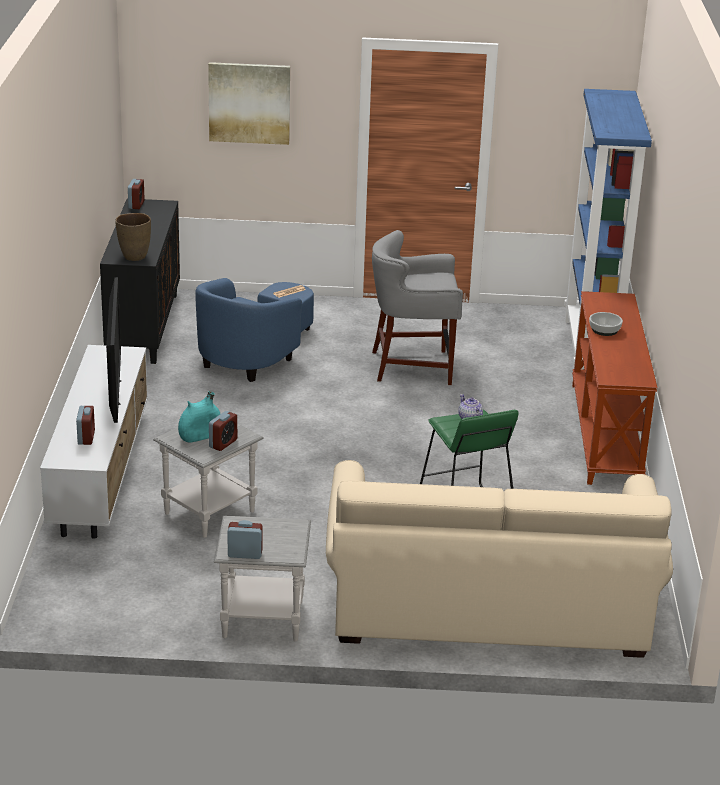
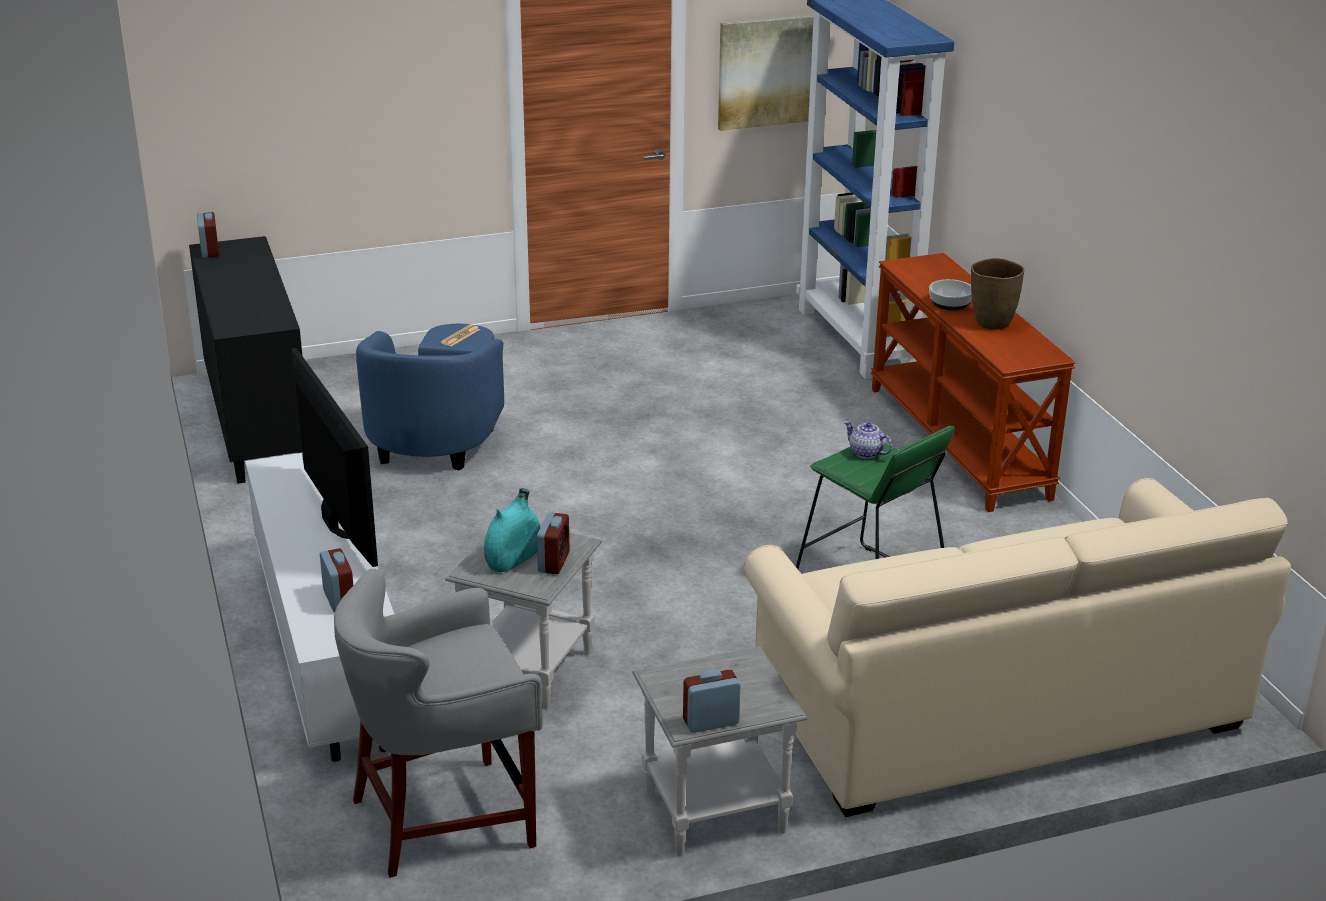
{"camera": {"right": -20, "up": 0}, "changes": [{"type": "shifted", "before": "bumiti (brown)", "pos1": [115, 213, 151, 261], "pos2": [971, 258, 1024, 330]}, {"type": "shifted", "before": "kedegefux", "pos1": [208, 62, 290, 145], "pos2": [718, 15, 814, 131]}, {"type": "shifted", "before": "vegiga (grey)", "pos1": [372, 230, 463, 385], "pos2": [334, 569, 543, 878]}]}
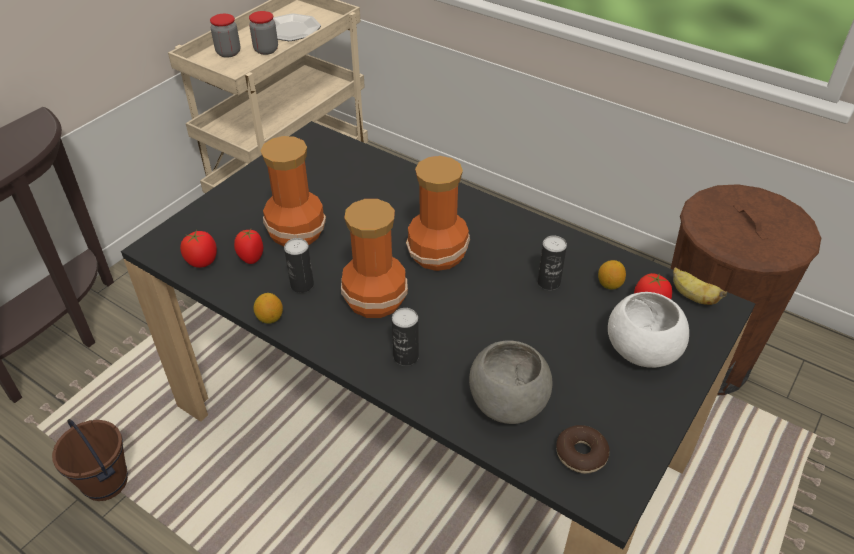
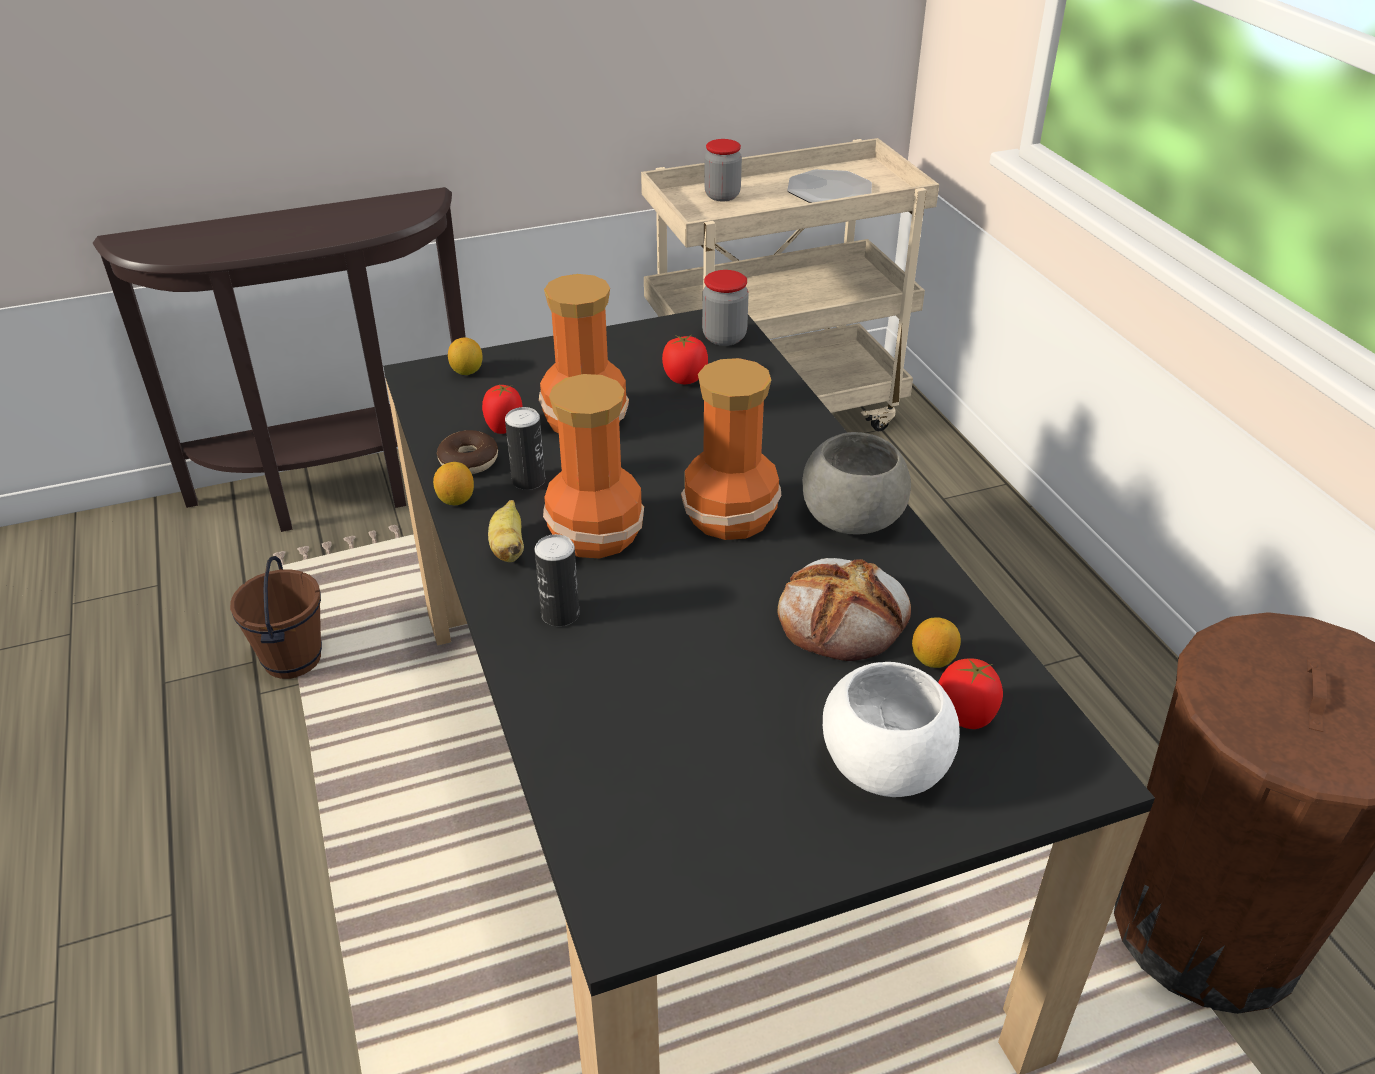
{"camera": {"right": 35, "up": -5}, "changes": [{"type": "shifted", "before": "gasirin", "pos1": [180, 230, 217, 268], "pos2": [662, 335, 708, 384]}, {"type": "shifted", "before": "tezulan", "pos1": [249, 11, 278, 55], "pos2": [702, 270, 749, 346]}, {"type": "shifted", "before": "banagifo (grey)", "pos1": [469, 340, 552, 424], "pos2": [802, 432, 911, 535]}, {"type": "swapped", "before": "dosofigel", "after": "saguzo", "pos1": [537, 235, 567, 290], "pos2": [777, 558, 911, 661]}, {"type": "shifted", "before": "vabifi", "pos1": [556, 425, 610, 474], "pos2": [437, 430, 498, 474]}, {"type": "shifted", "before": "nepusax", "pos1": [673, 267, 727, 305], "pos2": [488, 500, 524, 562]}, {"type": "new", "after": "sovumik", "pos2": [448, 337, 483, 375]}]}
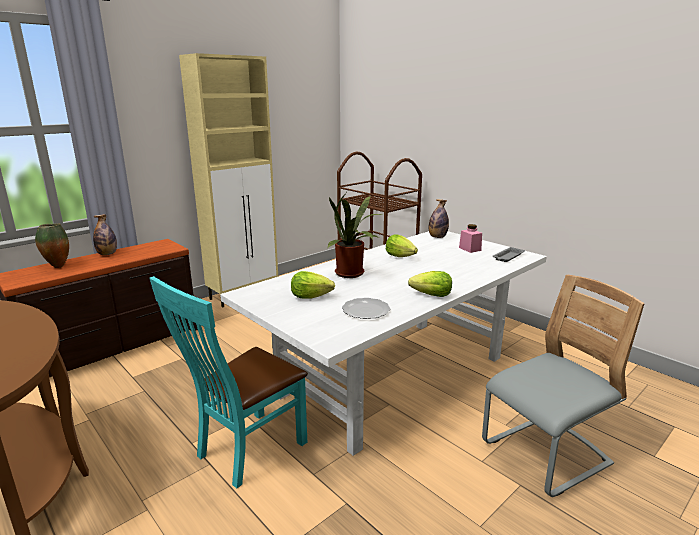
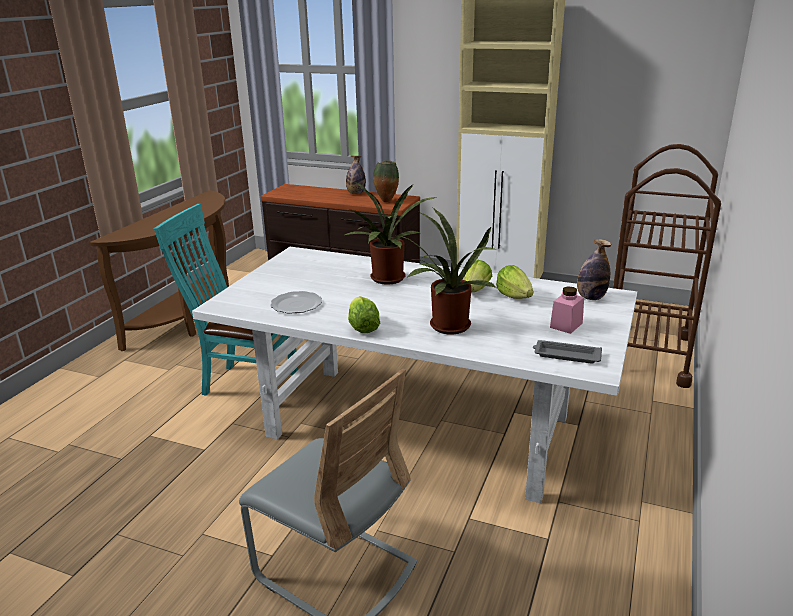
{"camera": {"right": 65, "up": 5}, "changes": [{"type": "shifted", "before": "bumiti", "pos1": [35, 223, 69, 268], "pos2": [373, 160, 399, 202]}, {"type": "shifted", "before": "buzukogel", "pos1": [291, 271, 335, 298], "pos2": [496, 265, 533, 299]}, {"type": "new", "after": "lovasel", "pos2": [399, 208, 497, 334]}]}
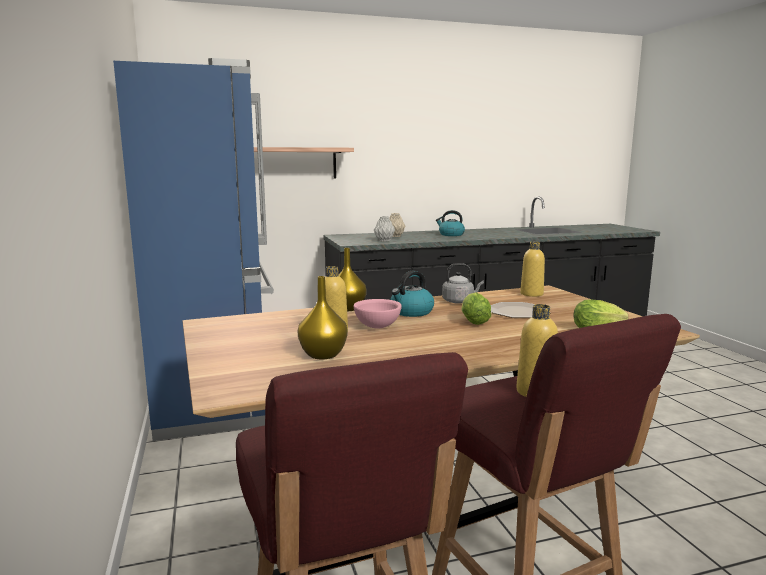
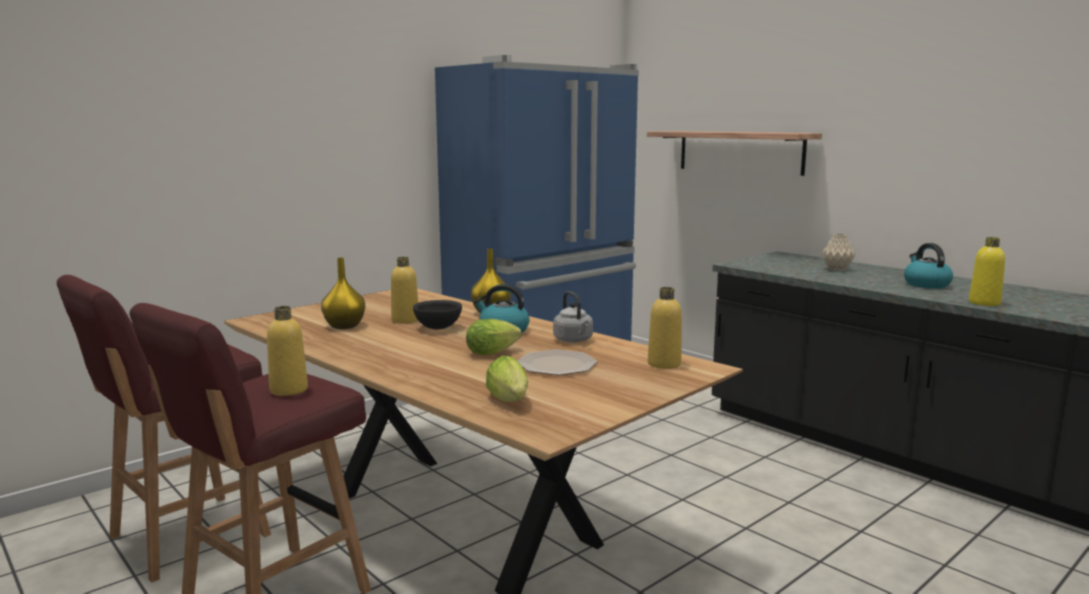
{"camera": {"right": 65, "up": 0}, "changes": [{"type": "repainted", "before": "banagifo (pink)", "after": "banagifo (black)", "pos1": [354, 299, 402, 329], "pos2": [413, 300, 462, 330]}, {"type": "gone", "before": "bumiti (grey)", "pos1": [374, 216, 395, 242]}, {"type": "new", "after": "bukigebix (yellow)", "pos2": [969, 237, 1005, 306]}]}
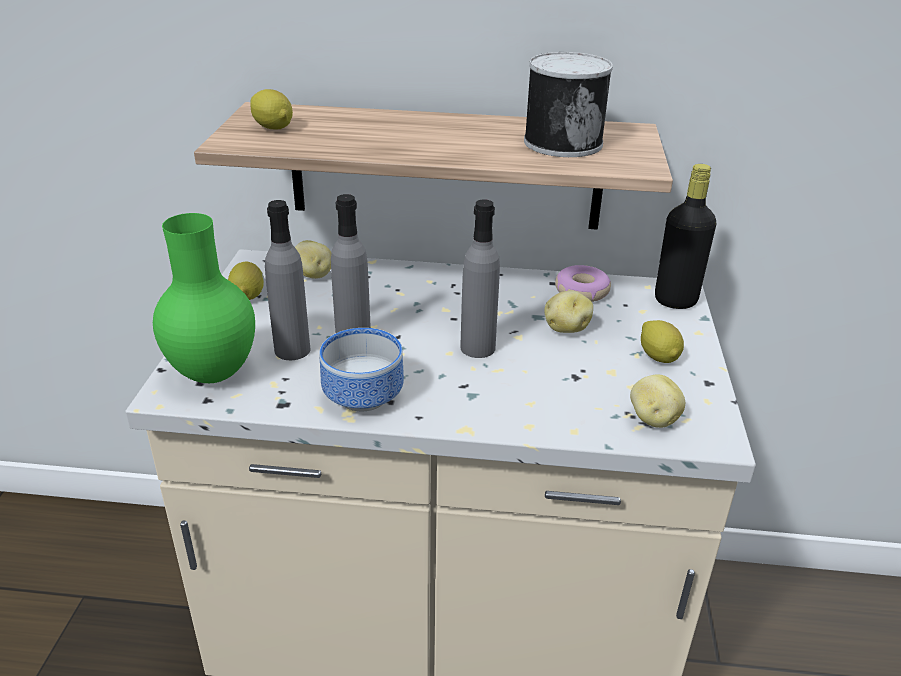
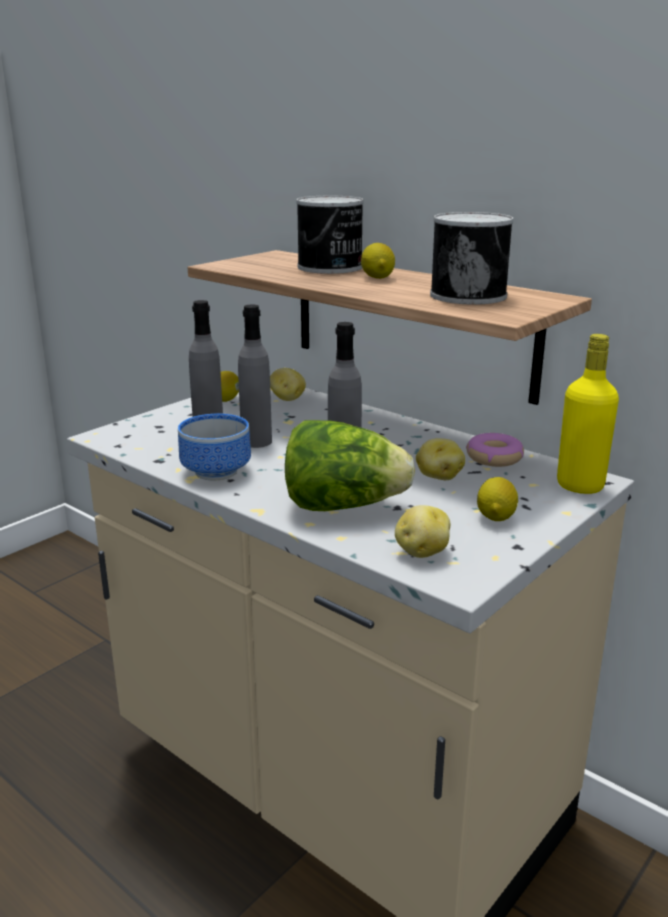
{"camera": {"right": 35, "up": -10}, "changes": [{"type": "gone", "before": "bumiti (green)", "pos1": [153, 213, 255, 383]}, {"type": "shifted", "before": "sovumik", "pos1": [250, 89, 293, 129], "pos2": [361, 243, 395, 279]}, {"type": "repainted", "before": "bukigebix (black)", "after": "bukigebix (yellow)", "pos1": [655, 164, 716, 309], "pos2": [557, 334, 619, 494]}, {"type": "new", "after": "buzukogel", "pos2": [285, 420, 415, 511]}, {"type": "new", "after": "dosofigel", "pos2": [296, 196, 364, 274]}]}
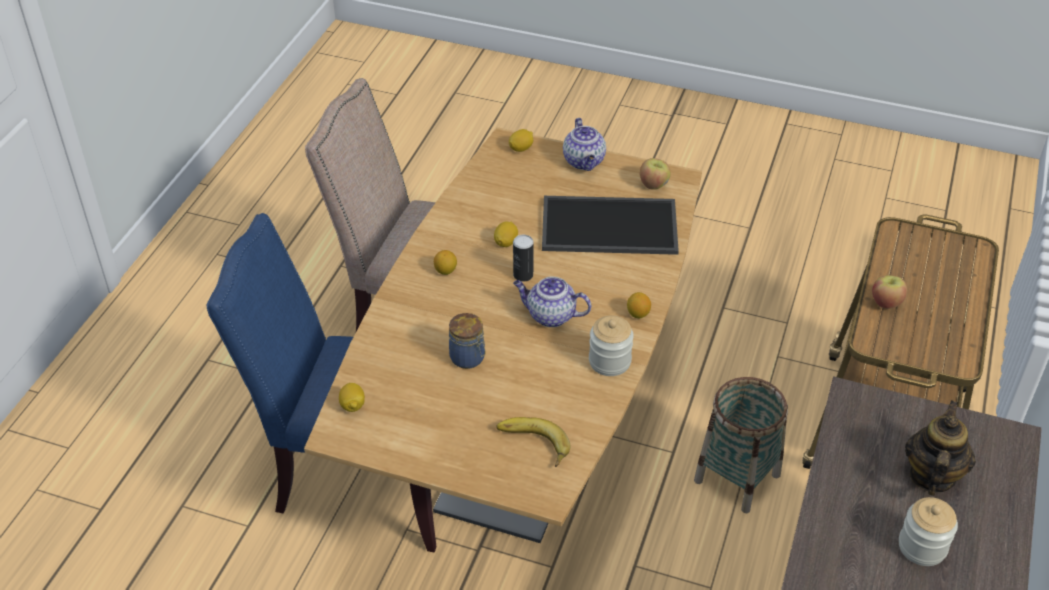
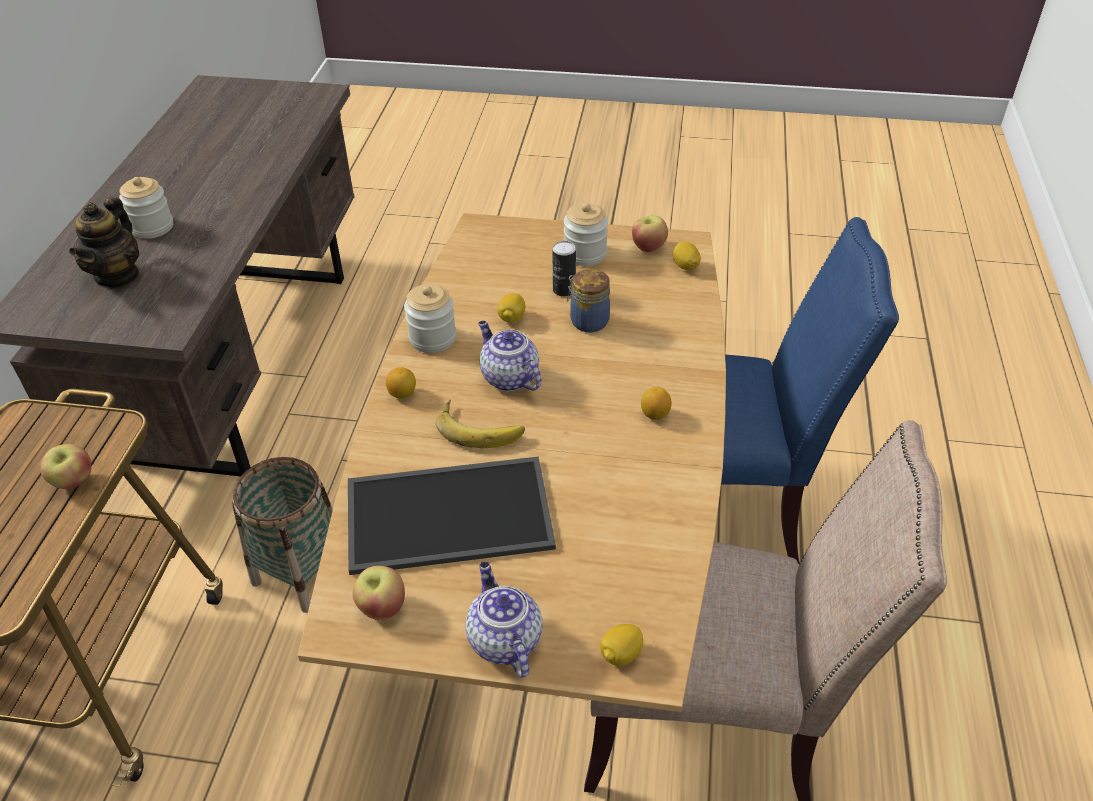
{"camera": {"right": 170, "up": 0}, "changes": [{"type": "shifted", "before": "sovumik", "pos1": [494, 222, 518, 247], "pos2": [497, 293, 525, 323]}, {"type": "shifted", "before": "nepusax", "pos1": [496, 417, 570, 467], "pos2": [436, 400, 525, 449]}, {"type": "shifted", "before": "dosofigel", "pos1": [513, 235, 534, 282], "pos2": [552, 241, 576, 297]}, {"type": "rotated", "before": "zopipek", "pos1": [513, 277, 591, 327], "pos2": [478, 321, 541, 391], "turn": -135}, {"type": "new", "after": "tezulan", "pos2": [564, 202, 608, 266]}, {"type": "new", "after": "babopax", "pos2": [632, 215, 668, 252]}]}
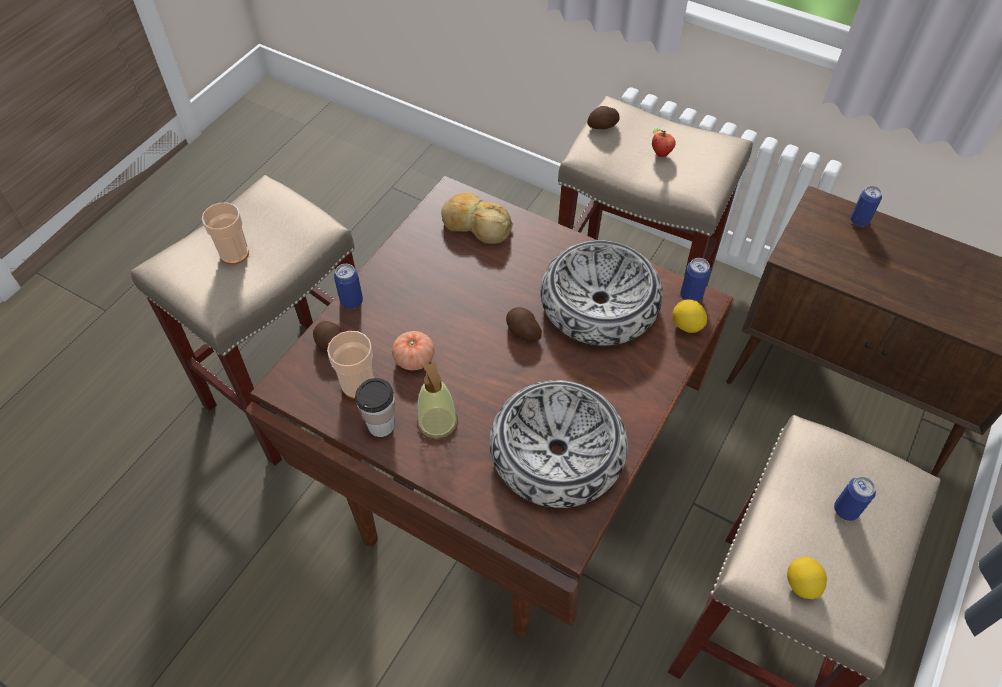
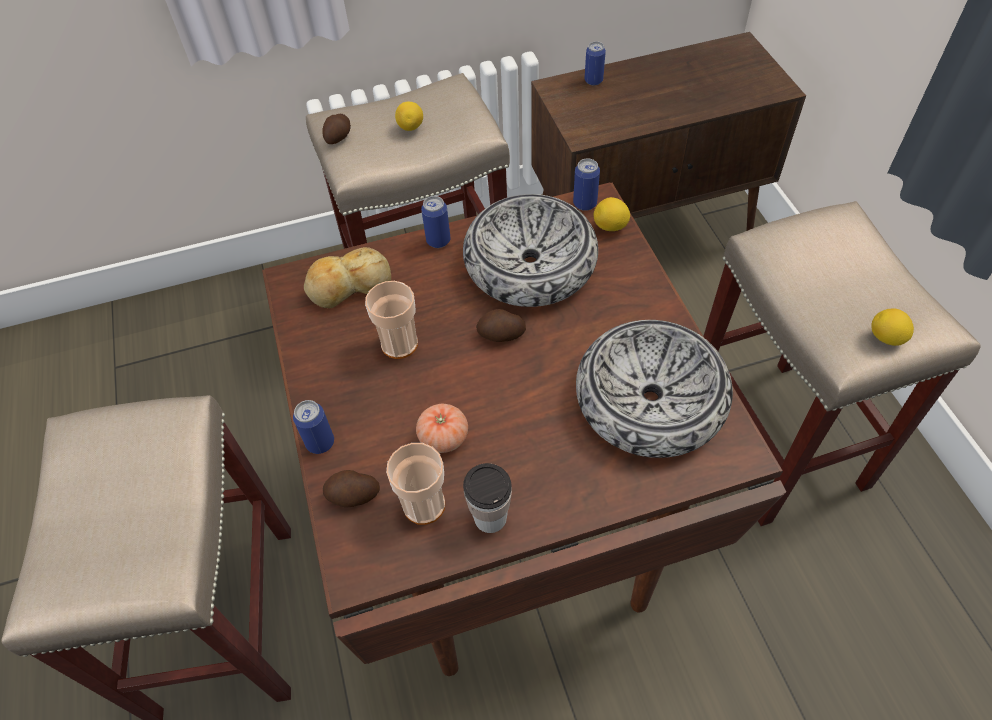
{"camera": {"right": -45, "up": 0}, "changes": [{"type": "shifted", "before": "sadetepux", "pos1": [202, 203, 249, 265], "pos2": [365, 281, 418, 359]}, {"type": "gone", "before": "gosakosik", "pos1": [417, 362, 458, 441]}, {"type": "swapped", "before": "babopax", "after": "sovumik", "pos1": [652, 129, 676, 157], "pos2": [395, 102, 423, 131]}, {"type": "shifted", "before": "dosofigel", "pos1": [834, 476, 876, 521], "pos2": [421, 196, 451, 248]}]}
